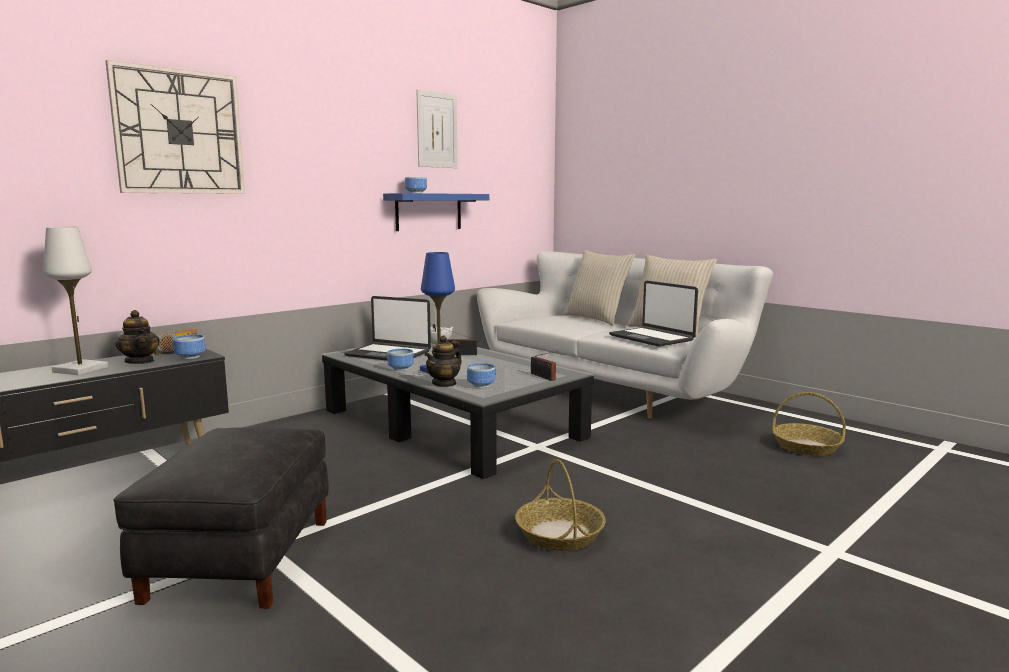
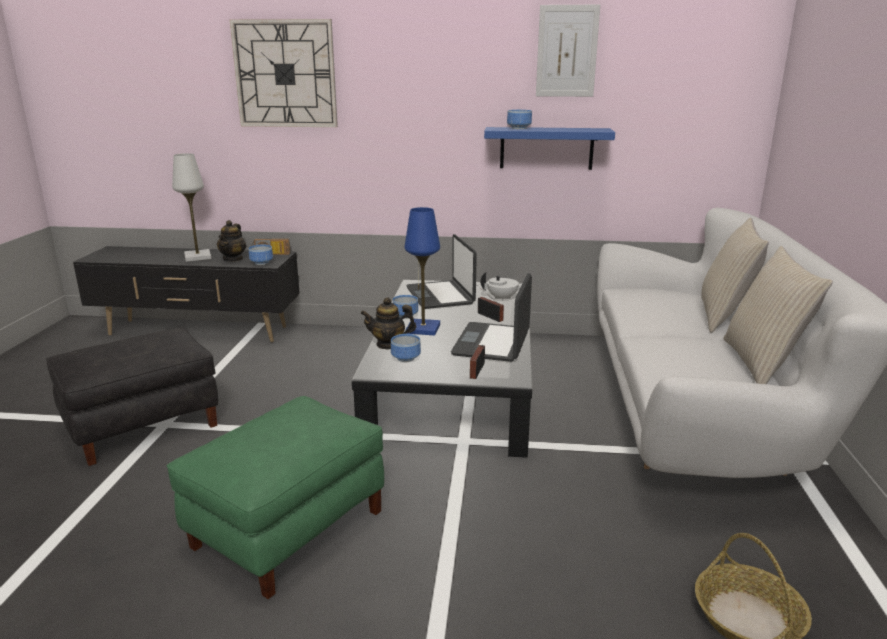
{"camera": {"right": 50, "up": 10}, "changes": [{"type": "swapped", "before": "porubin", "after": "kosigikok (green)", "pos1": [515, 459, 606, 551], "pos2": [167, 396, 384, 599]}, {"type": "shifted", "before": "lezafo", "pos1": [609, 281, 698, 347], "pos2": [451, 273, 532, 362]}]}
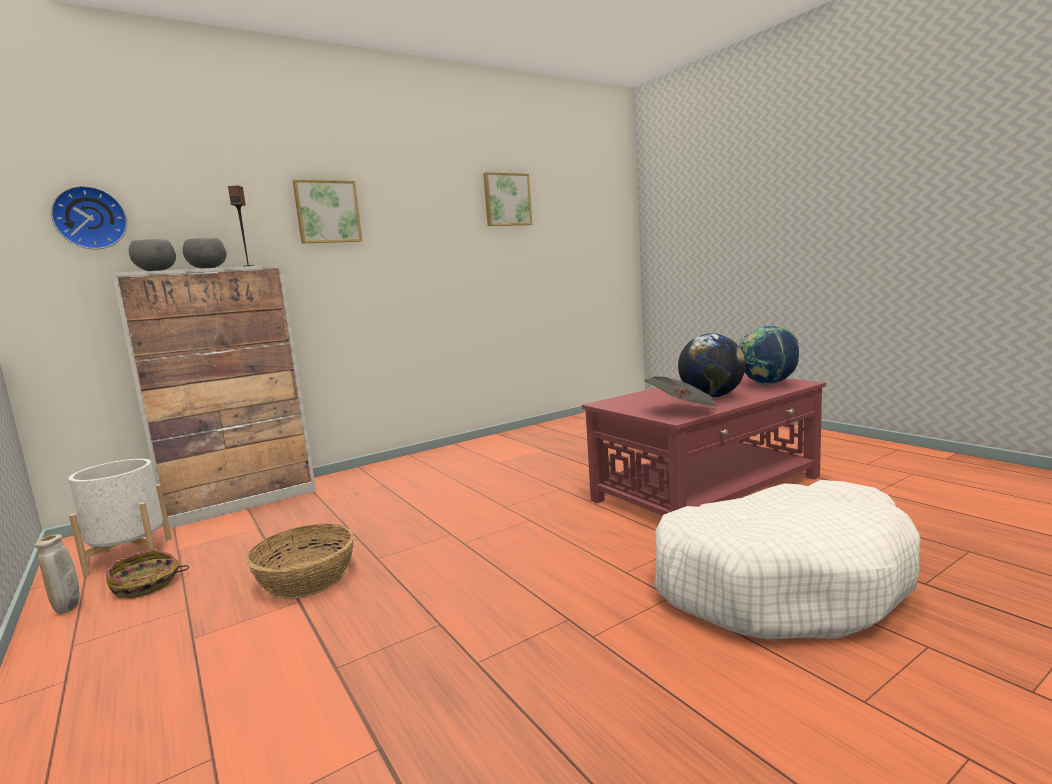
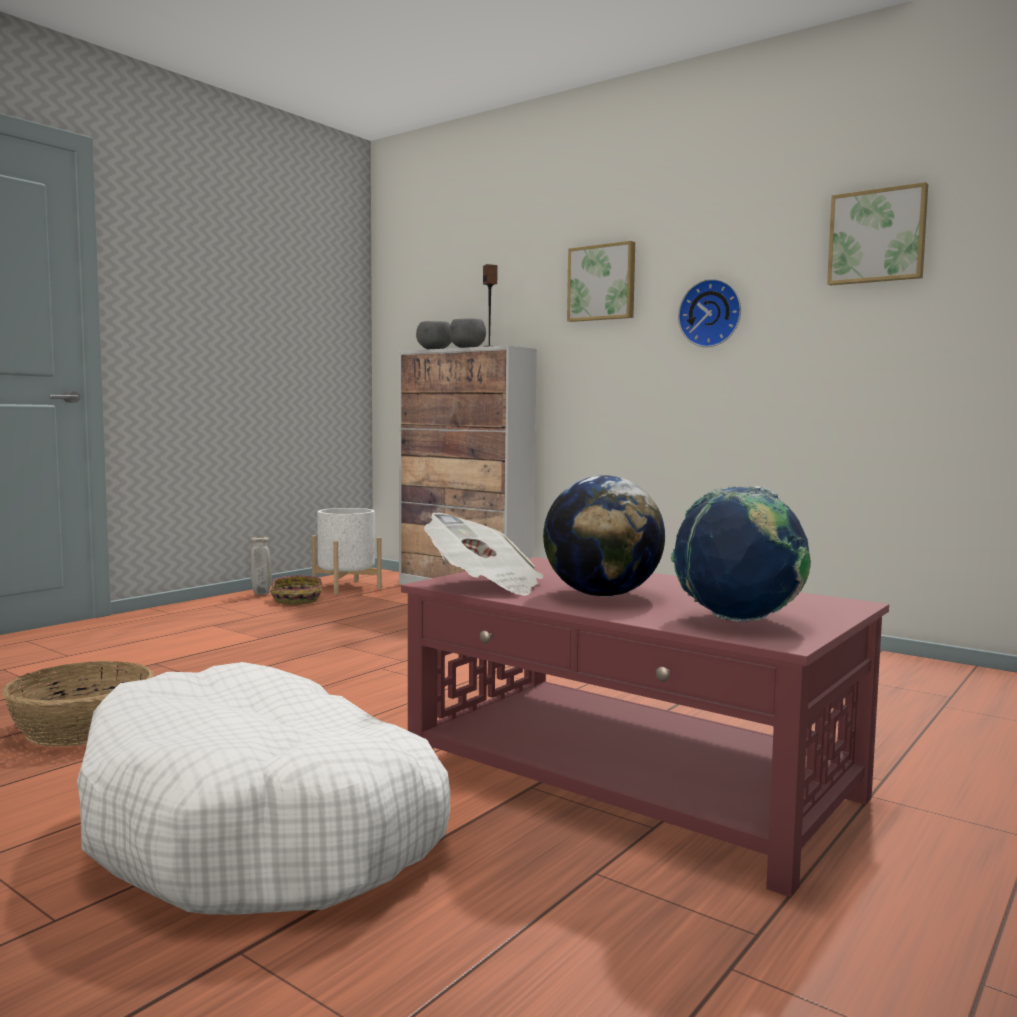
{"camera": {"right": 70, "up": -5}, "changes": [{"type": "shifted", "before": "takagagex", "pos1": [51, 186, 127, 249], "pos2": [678, 279, 741, 347]}, {"type": "shifted", "before": "porubin", "pos1": [246, 524, 354, 599], "pos2": [2, 661, 154, 747]}]}
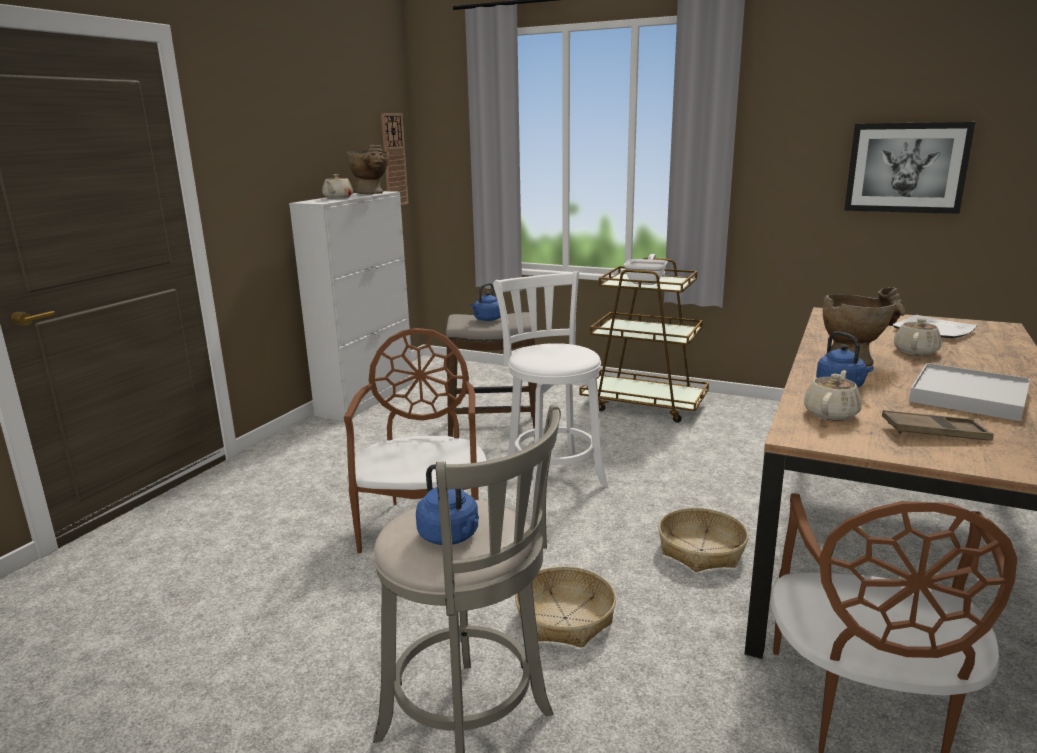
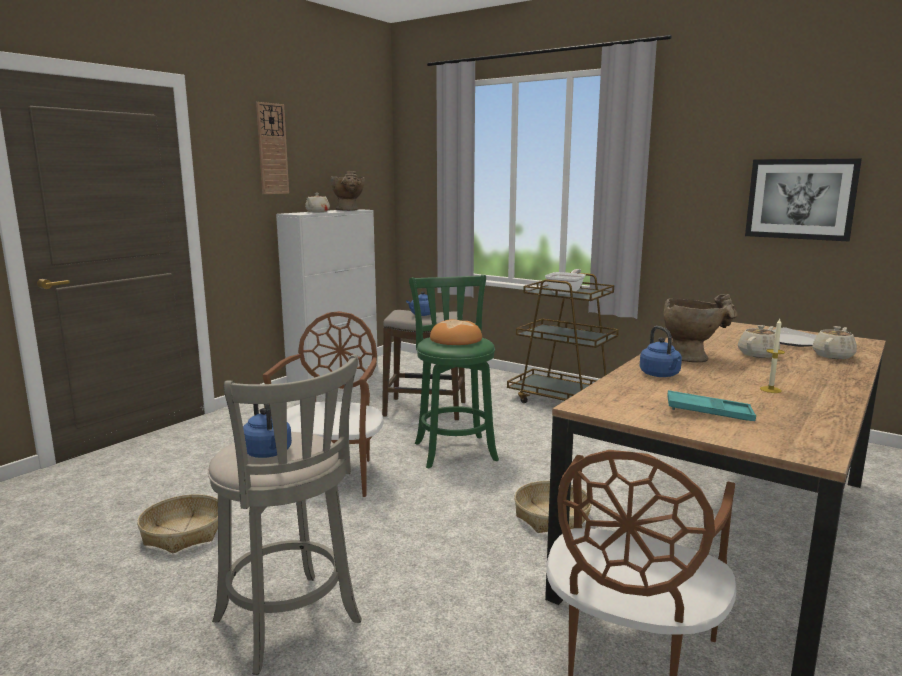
{"camera": {"right": 10, "up": -5}, "changes": [{"type": "shifted", "before": "takagagex", "pos1": [381, 114, 409, 205], "pos2": [256, 102, 289, 194]}, {"type": "repainted", "before": "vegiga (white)", "after": "vegiga (green)", "pos1": [493, 271, 609, 504], "pos2": [409, 275, 499, 468]}, {"type": "shifted", "before": "porubin", "pos1": [515, 566, 616, 648], "pos2": [137, 494, 218, 553]}, {"type": "shifted", "before": "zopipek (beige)", "pos1": [804, 370, 861, 421], "pos2": [812, 326, 857, 359]}, {"type": "repainted", "before": "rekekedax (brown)", "after": "rekekedax (turquoise)", "pos1": [882, 410, 994, 440], "pos2": [667, 390, 756, 421]}, {"type": "swapped", "before": "rekekedax (white)", "after": "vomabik", "pos1": [909, 363, 1030, 421], "pos2": [760, 319, 785, 393]}, {"type": "new", "after": "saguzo", "pos2": [430, 319, 482, 345]}]}
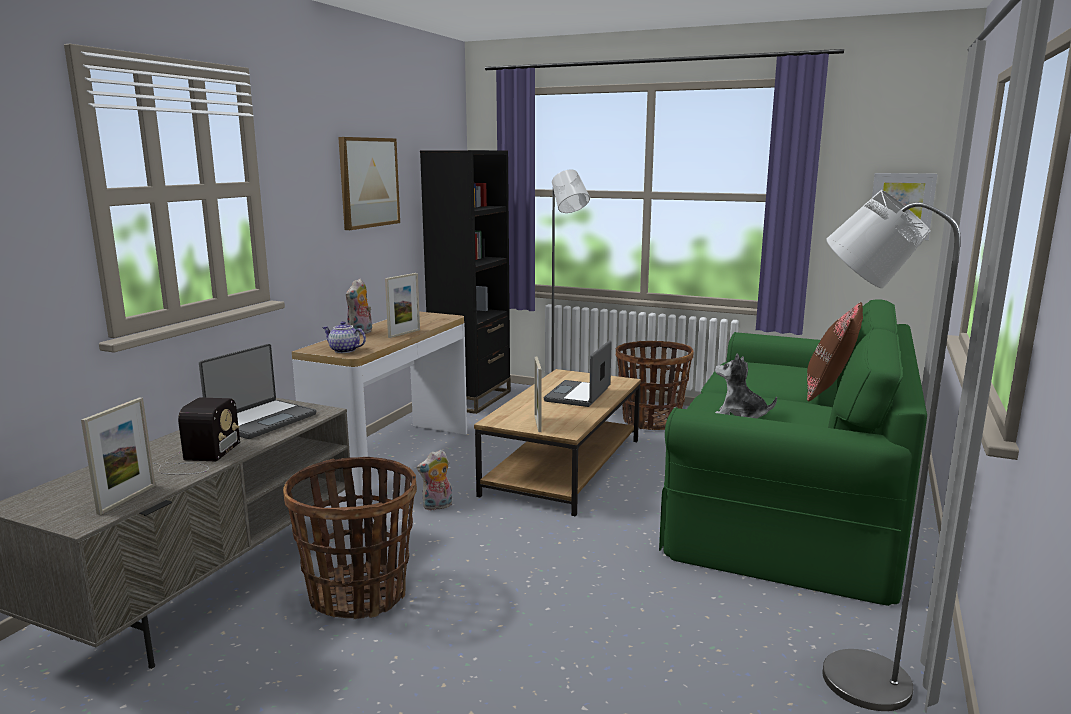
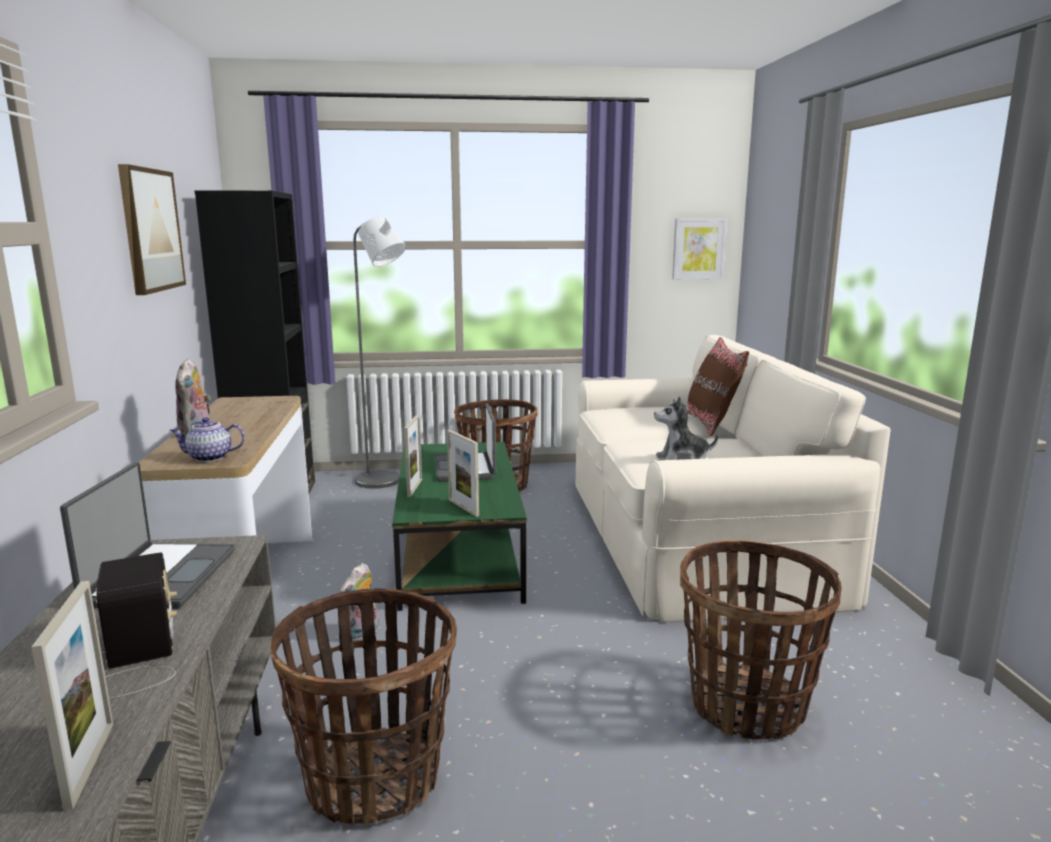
{"camera": {"right": -30, "up": 0}, "changes": [{"type": "shifted", "before": "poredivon", "pos1": [385, 273, 420, 338], "pos2": [404, 415, 422, 497]}, {"type": "repainted", "before": "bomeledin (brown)", "after": "bomeledin (green)", "pos1": [474, 369, 641, 516], "pos2": [392, 442, 527, 611]}, {"type": "repainted", "before": "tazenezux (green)", "after": "tazenezux (beige)", "pos1": [659, 299, 927, 606], "pos2": [576, 335, 891, 622]}, {"type": "gone", "before": "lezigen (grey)", "pos1": [822, 190, 961, 711]}, {"type": "new", "after": "porubin", "pos2": [680, 540, 842, 740]}]}
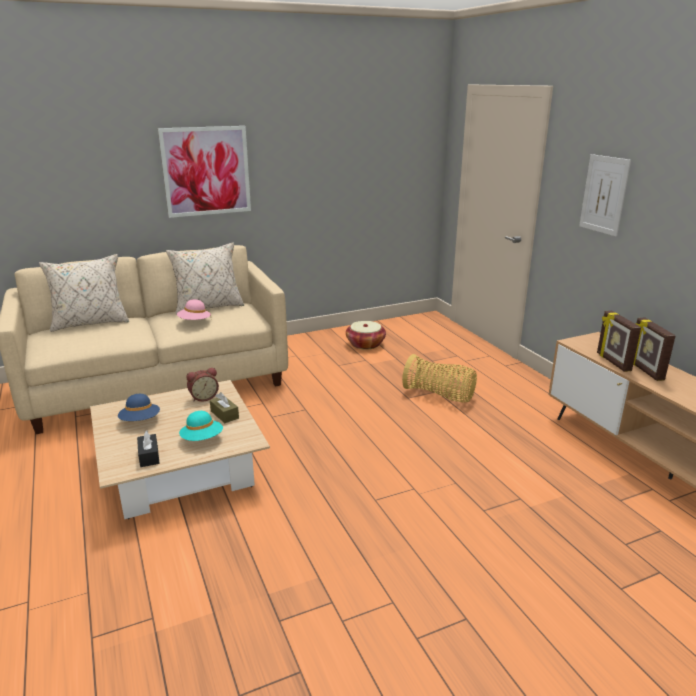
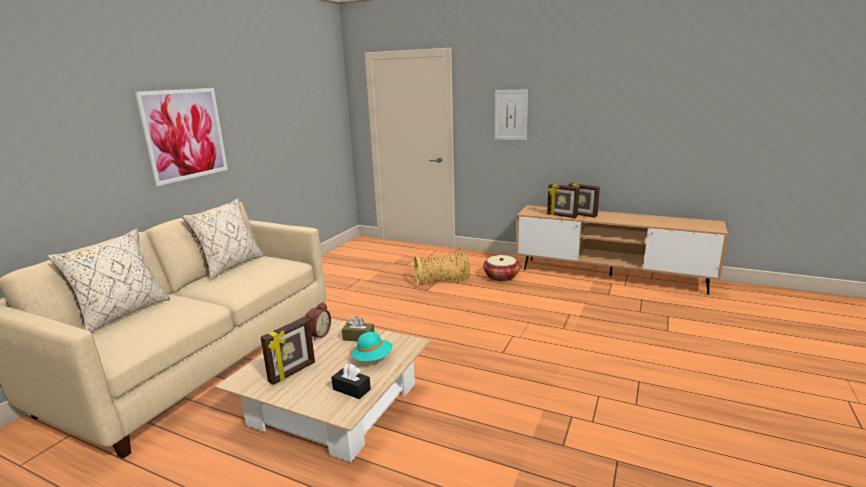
{"camera": {"right": -40, "up": -5}, "changes": [{"type": "swapped", "before": "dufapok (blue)", "after": "poredivon", "pos1": [118, 394, 160, 421], "pos2": [261, 317, 315, 385]}, {"type": "gone", "before": "dufapok (pink)", "pos1": [177, 299, 211, 320]}, {"type": "shifted", "before": "porubin", "pos1": [346, 321, 386, 349], "pos2": [483, 255, 520, 281]}]}
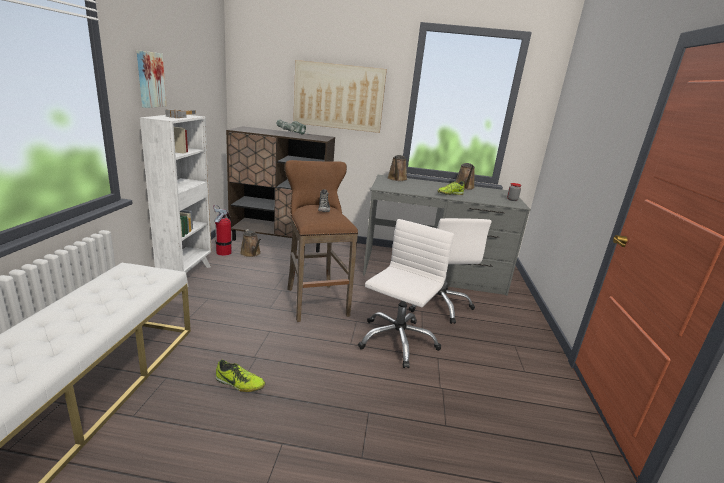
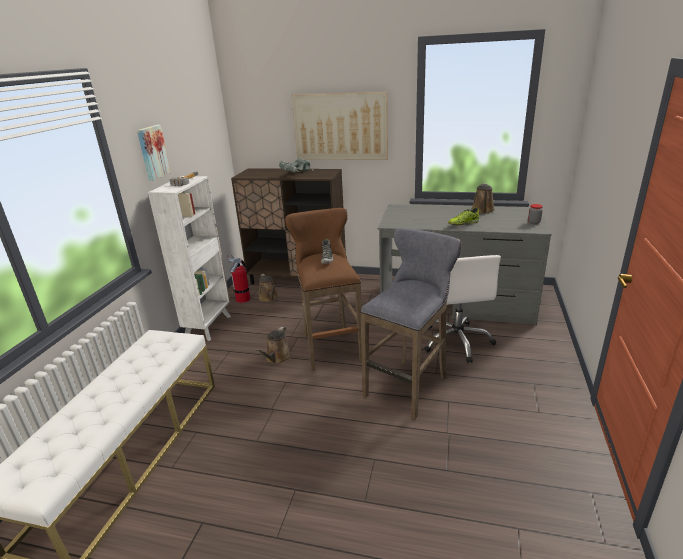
{"camera": {"right": 10, "up": 5}, "changes": [{"type": "gone", "before": "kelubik", "pos1": [216, 359, 265, 392]}, {"type": "swapped", "before": "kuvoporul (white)", "after": "vegiga (grey)", "pos1": [358, 219, 454, 368], "pos2": [360, 228, 462, 420]}, {"type": "shifted", "before": "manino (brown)", "pos1": [387, 155, 408, 181], "pos2": [256, 327, 291, 364]}]}
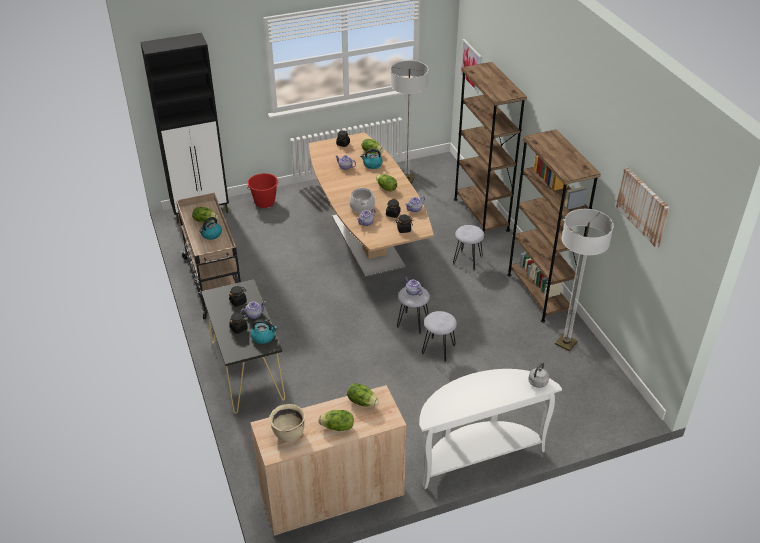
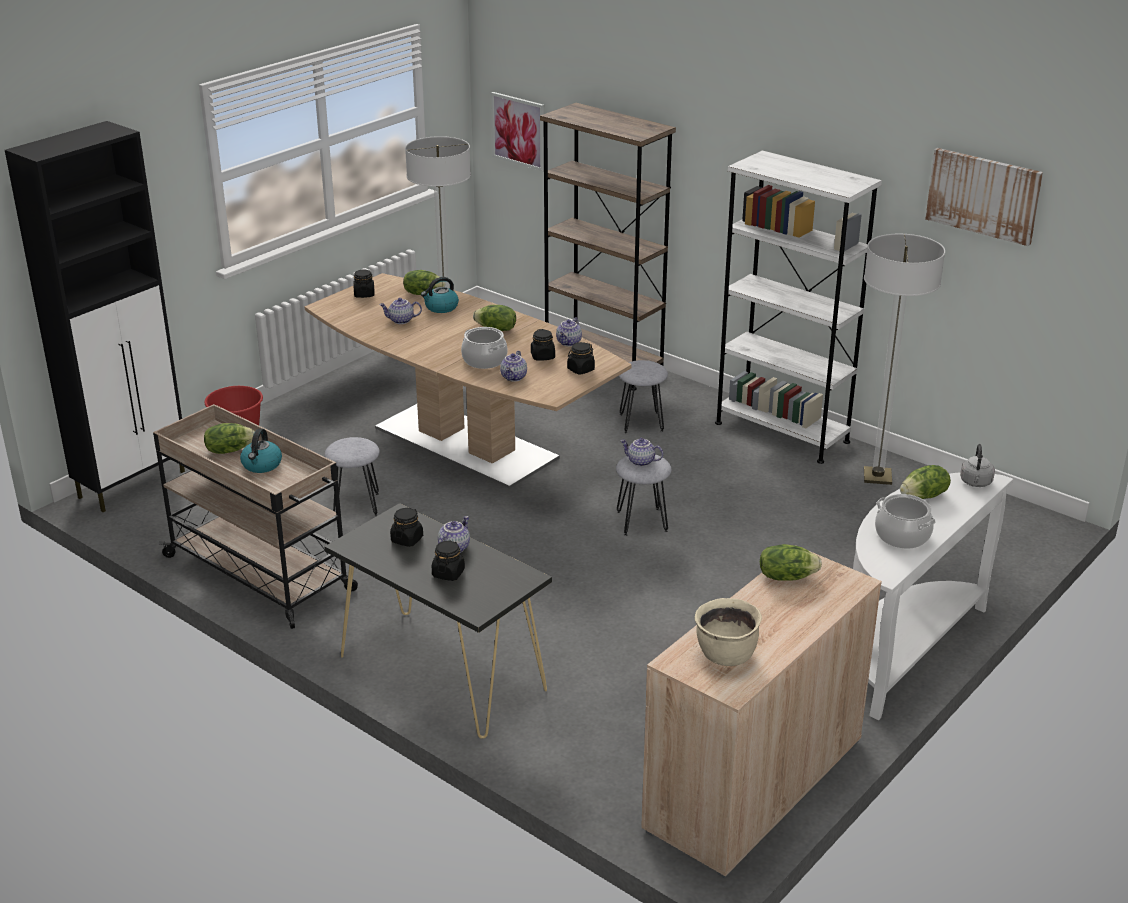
{"camera": {"right": -30, "up": -10}, "changes": [{"type": "gone", "before": "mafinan", "pos1": [251, 320, 278, 344]}, {"type": "shifted", "before": "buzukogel", "pos1": [318, 410, 354, 431], "pos2": [900, 465, 951, 499]}, {"type": "shifted", "before": "vegiga (grey)", "pos1": [422, 311, 457, 362], "pos2": [325, 437, 380, 516]}, {"type": "repainted", "before": "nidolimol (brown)", "after": "nidolimol (white)", "pos1": [507, 129, 601, 323], "pos2": [715, 150, 882, 464]}, {"type": "new", "after": "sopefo", "pos2": [875, 494, 936, 549]}]}
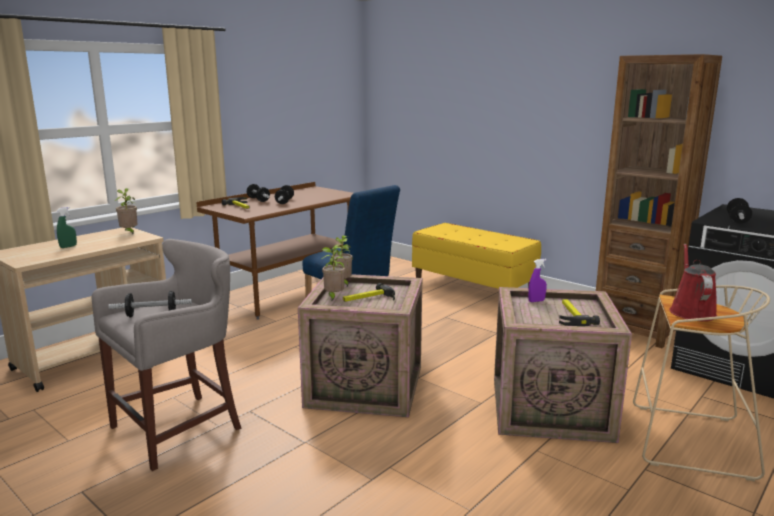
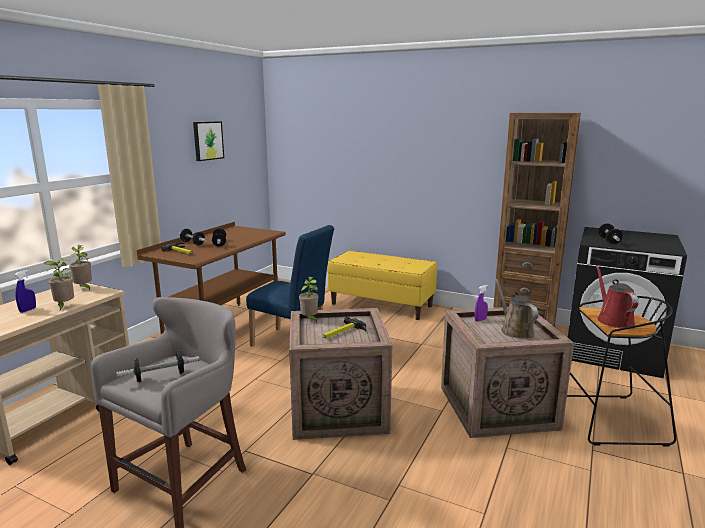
{"camera": {"right": -15, "up": 0}, "changes": [{"type": "repainted", "before": "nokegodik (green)", "after": "nokegodik (blue)", "pos1": [57, 207, 77, 248], "pos2": [15, 270, 36, 313]}, {"type": "shifted", "before": "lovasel", "pos1": [321, 246, 346, 302], "pos2": [44, 259, 74, 310]}, {"type": "swapped", "before": "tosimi", "after": "manino (brown)", "pos1": [559, 300, 600, 326], "pos2": [495, 279, 538, 339]}, {"type": "repainted", "before": "vegiga (beige)", "after": "vegiga (black)", "pos1": [633, 285, 770, 481], "pos2": [567, 296, 676, 447]}, {"type": "new", "after": "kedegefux", "pos2": [193, 121, 224, 161]}]}
